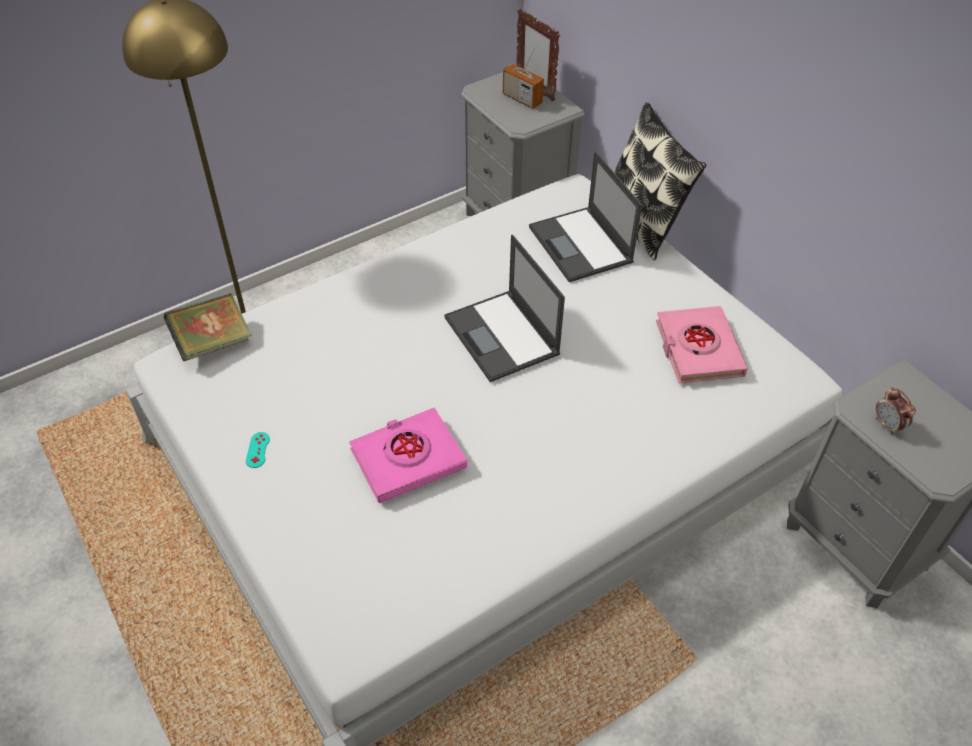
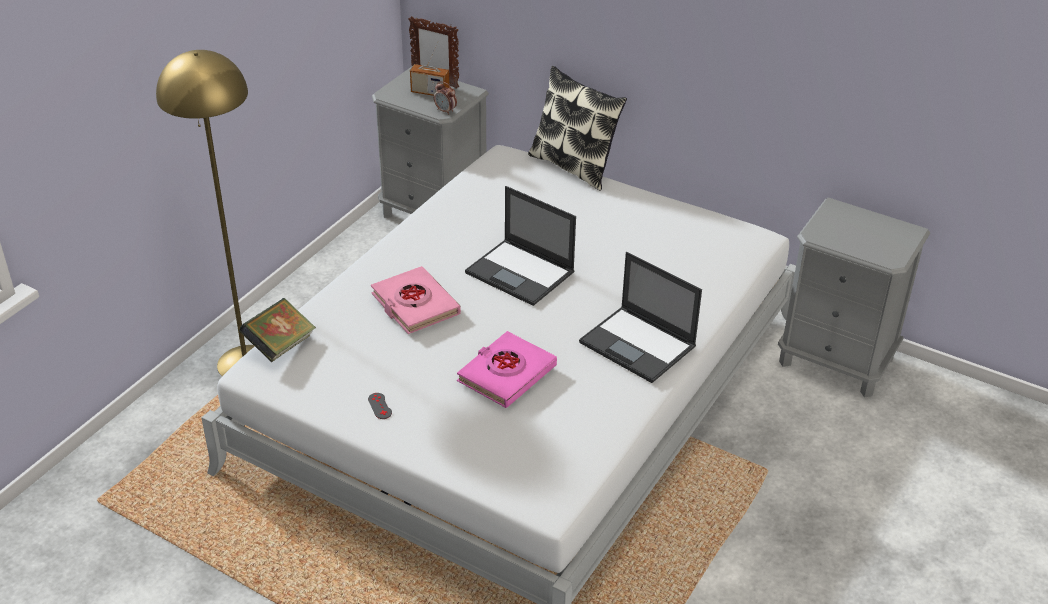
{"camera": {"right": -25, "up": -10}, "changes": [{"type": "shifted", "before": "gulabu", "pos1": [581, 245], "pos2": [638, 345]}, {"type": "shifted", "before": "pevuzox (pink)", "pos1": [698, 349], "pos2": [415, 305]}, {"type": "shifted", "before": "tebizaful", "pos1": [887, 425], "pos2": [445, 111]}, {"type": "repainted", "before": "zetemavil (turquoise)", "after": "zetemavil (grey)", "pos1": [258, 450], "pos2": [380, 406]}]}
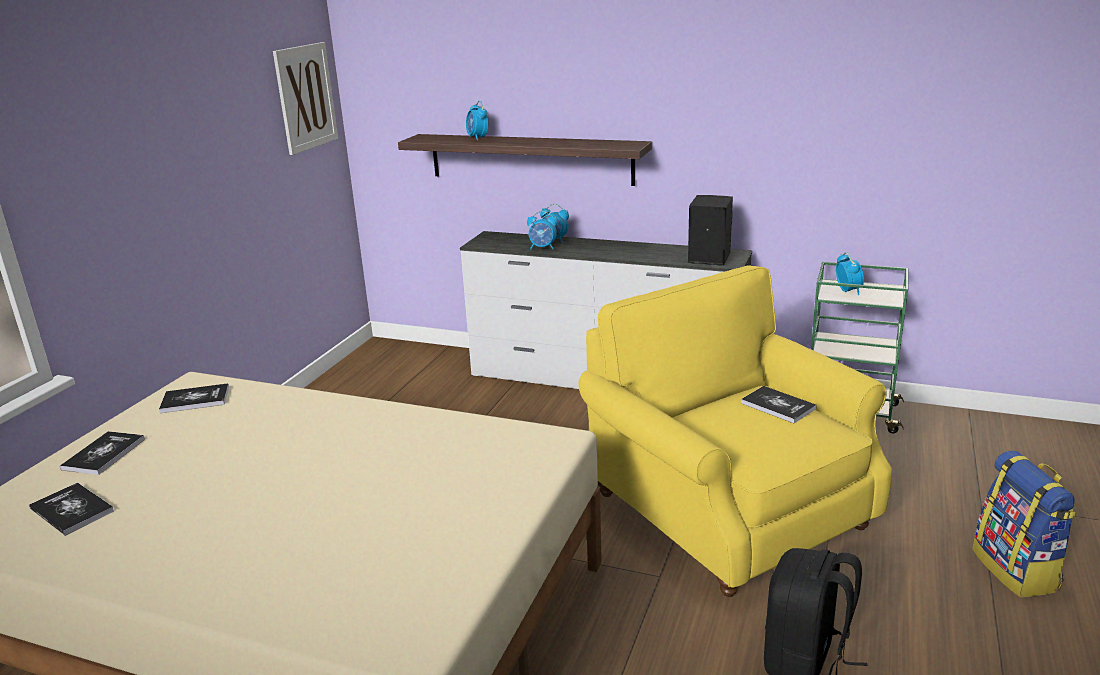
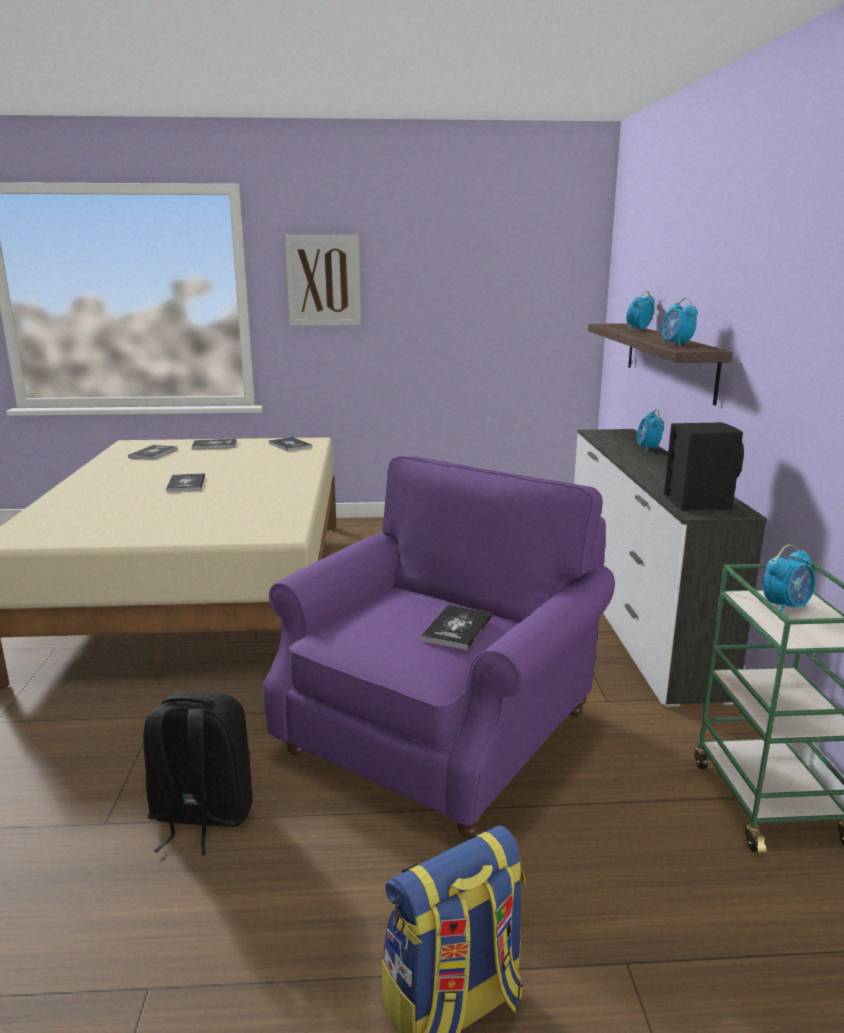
{"camera": {"right": 65, "up": -5}, "changes": [{"type": "new", "after": "pevuzox", "pos2": [186, 484]}, {"type": "shifted", "before": "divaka", "pos1": [306, 97], "pos2": [323, 280]}, {"type": "shifted", "before": "tebizaful", "pos1": [543, 248], "pos2": [676, 344]}, {"type": "repainted", "before": "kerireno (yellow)", "after": "kerireno (purple)", "pos1": [727, 510], "pos2": [441, 732]}]}
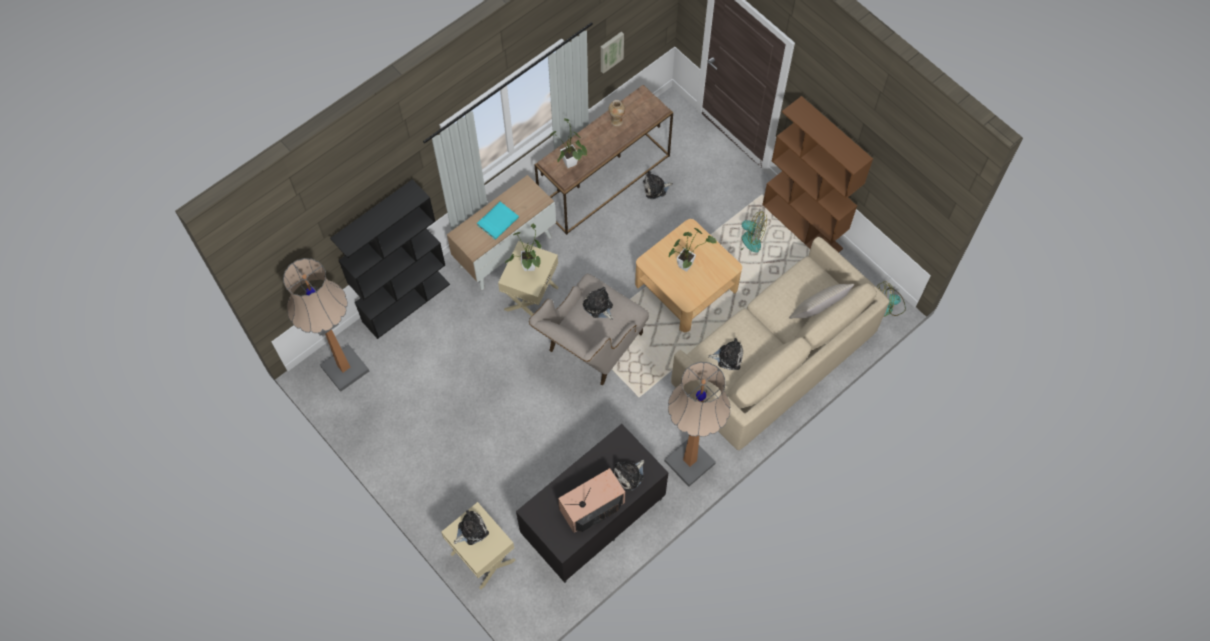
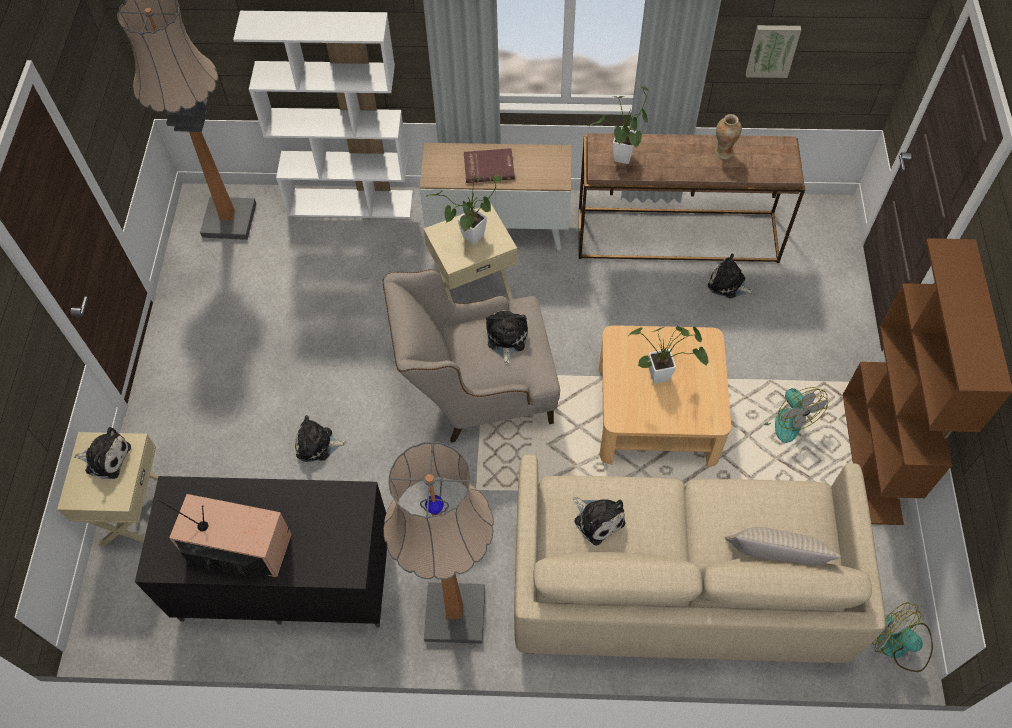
{"camera": {"right": 45, "up": -5}, "changes": [{"type": "shifted", "before": "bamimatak", "pos1": [629, 475], "pos2": [317, 445]}, {"type": "repainted", "before": "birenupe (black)", "after": "birenupe (white)", "pos1": [406, 302], "pos2": [351, 203]}, {"type": "repainted", "before": "pevuzox (turquoise)", "after": "pevuzox (red)", "pos1": [497, 221], "pos2": [489, 166]}]}
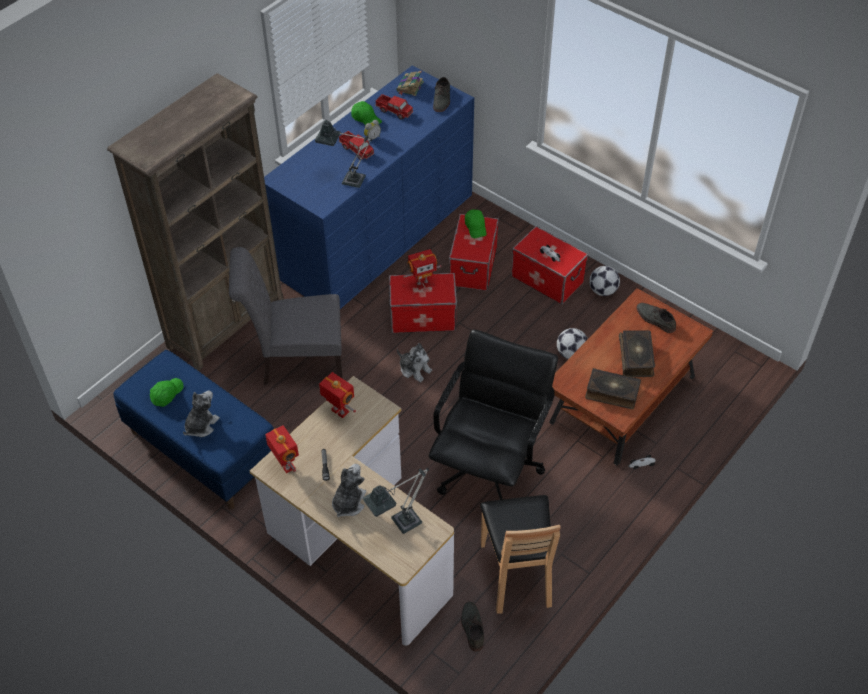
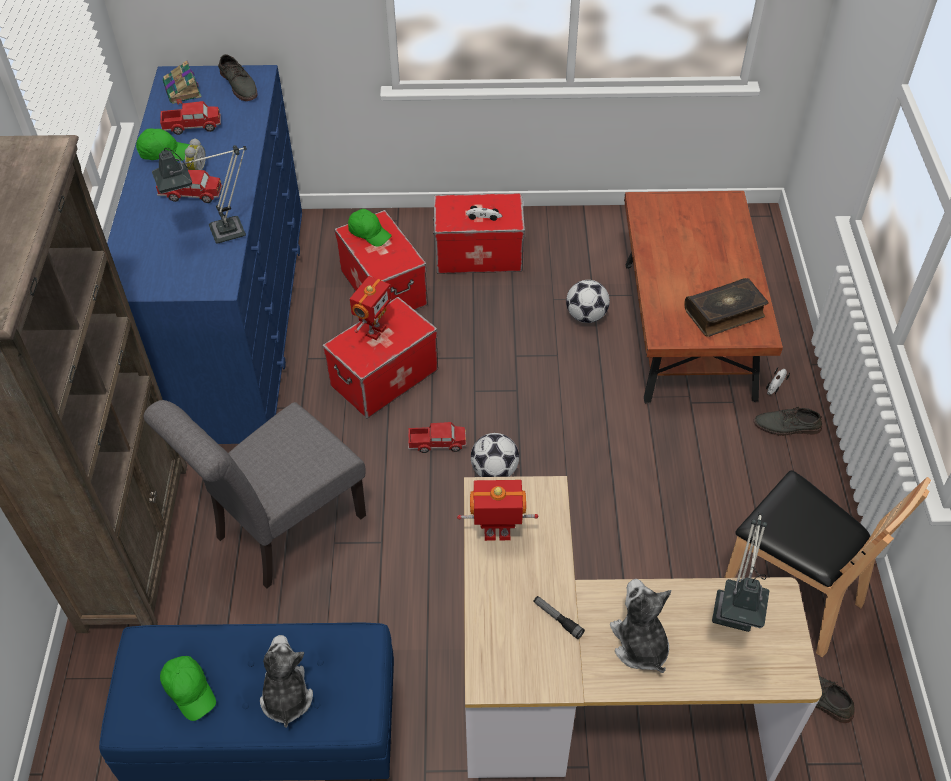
{"camera": {"right": -40, "up": 0}, "changes": [{"type": "gone", "before": "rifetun", "pos1": [286, 466]}, {"type": "gone", "before": "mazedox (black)", "pos1": [489, 468]}, {"type": "gone", "before": "pevuzox", "pos1": [636, 358]}, {"type": "shifted", "before": "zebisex", "pos1": [603, 291], "pos2": [494, 471]}, {"type": "shifted", "before": "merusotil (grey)", "pos1": [655, 319], "pos2": [787, 426]}, {"type": "swapped", "before": "bamimatak", "after": "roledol", "pos1": [414, 369], "pos2": [437, 443]}, {"type": "rotated", "before": "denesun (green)", "pos1": [166, 394], "pos2": [190, 690], "turn": 150}]}
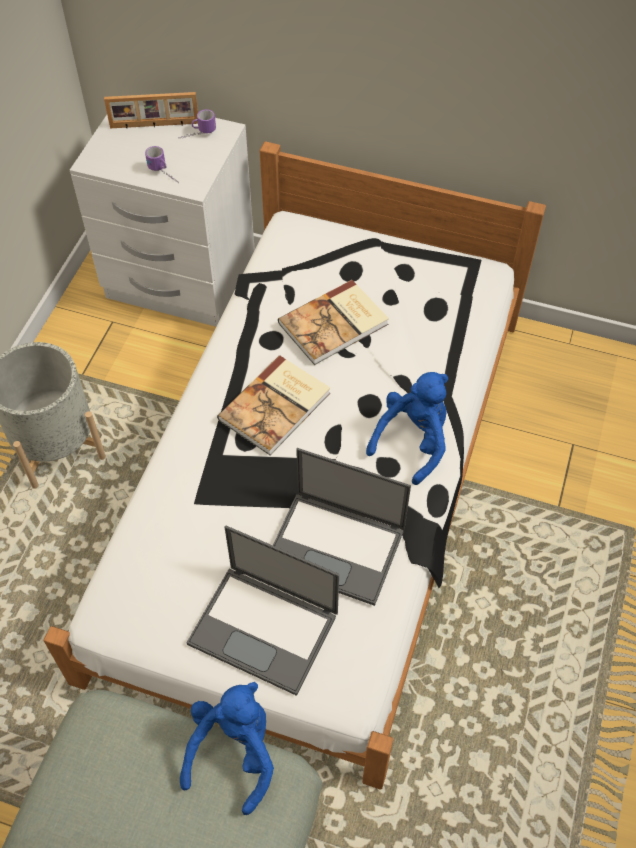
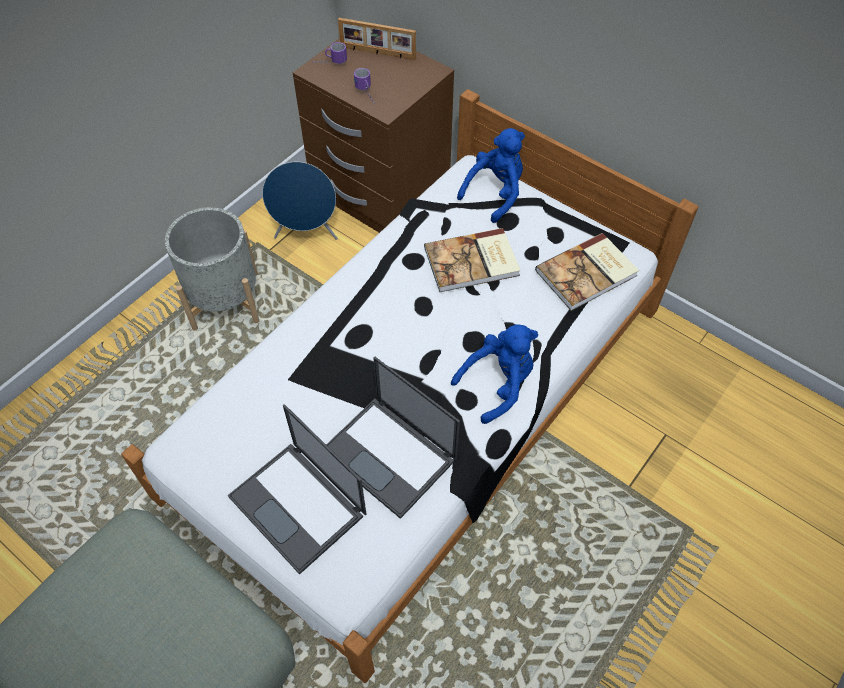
{"camera": {"right": 20, "up": 0}, "changes": [{"type": "new", "after": "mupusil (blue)", "pos2": [306, 233]}, {"type": "shifted", "before": "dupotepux", "pos1": [197, 135], "pos2": [330, 63]}, {"type": "shifted", "before": "bamimatak (blue)", "pos1": [234, 751], "pos2": [495, 193]}, {"type": "shifted", "before": "pevuzox", "pos1": [277, 407], "pos2": [588, 274]}, {"type": "repainted", "before": "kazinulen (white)", "after": "kazinulen (brown)", "pos1": [180, 280], "pos2": [379, 195]}]}
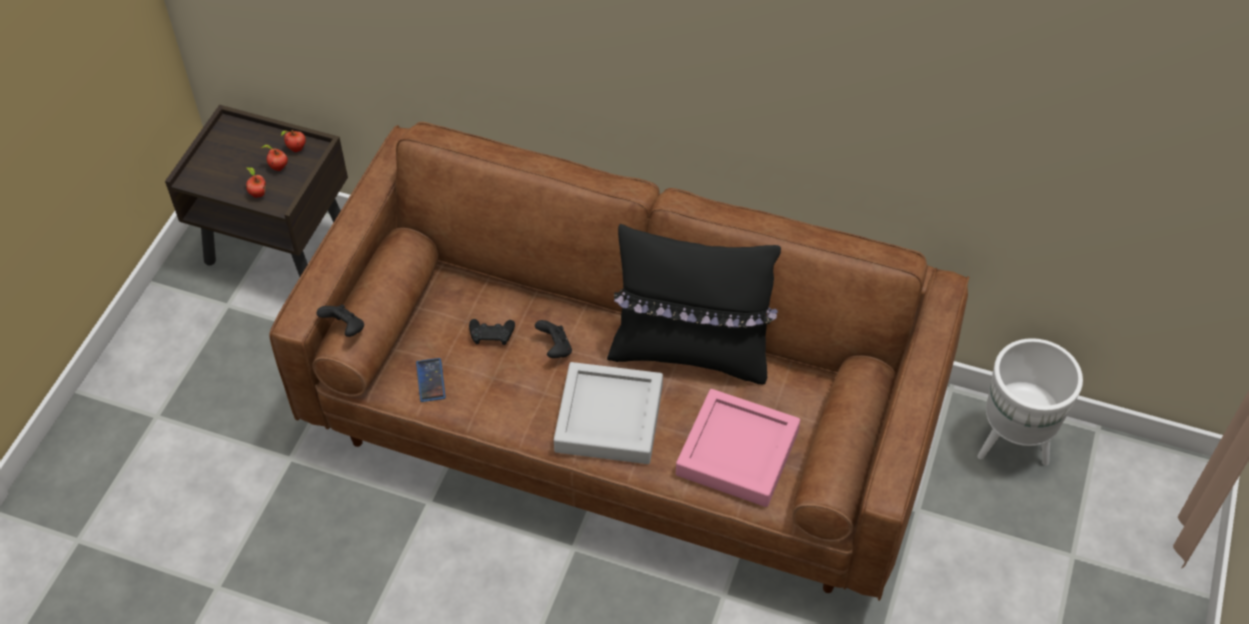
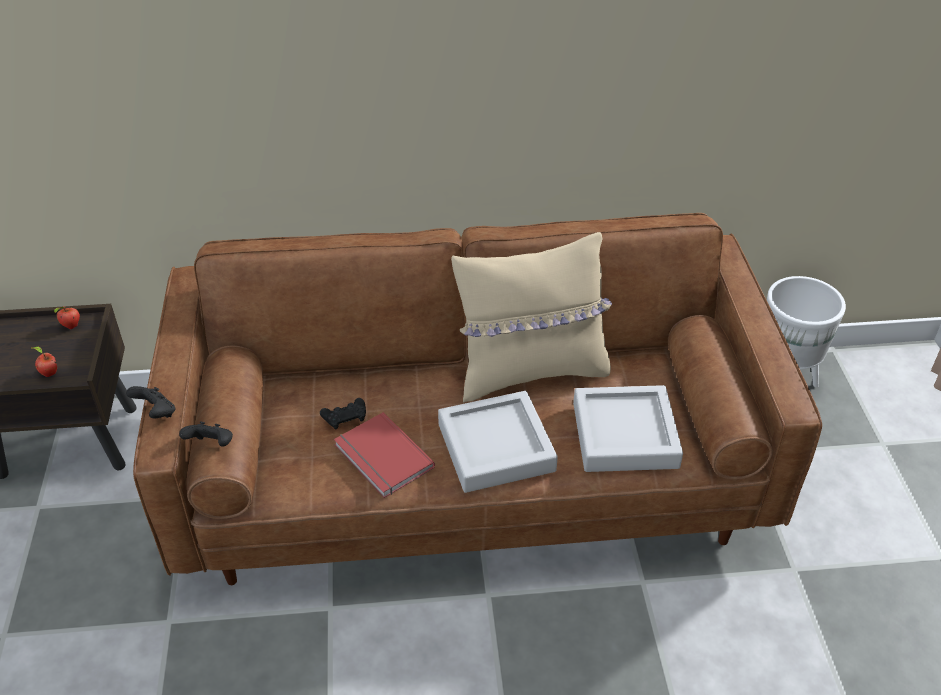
{"camera": {"right": -25, "up": -10}, "changes": [{"type": "gone", "before": "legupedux", "pos1": [277, 167]}, {"type": "gone", "before": "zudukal", "pos1": [430, 380]}, {"type": "new", "after": "pevuzox (red)", "pos2": [381, 458]}, {"type": "shifted", "before": "zetemavil (black)", "pos1": [555, 348], "pos2": [156, 413]}, {"type": "repainted", "before": "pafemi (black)", "after": "pafemi (beige)", "pos1": [691, 352], "pos2": [531, 372]}, {"type": "repainted", "before": "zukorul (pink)", "after": "zukorul (grey)", "pos1": [737, 453], "pos2": [624, 435]}]}
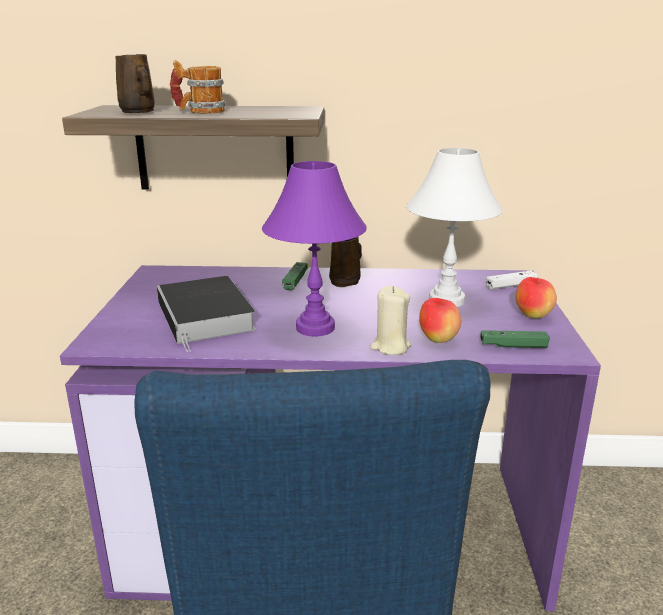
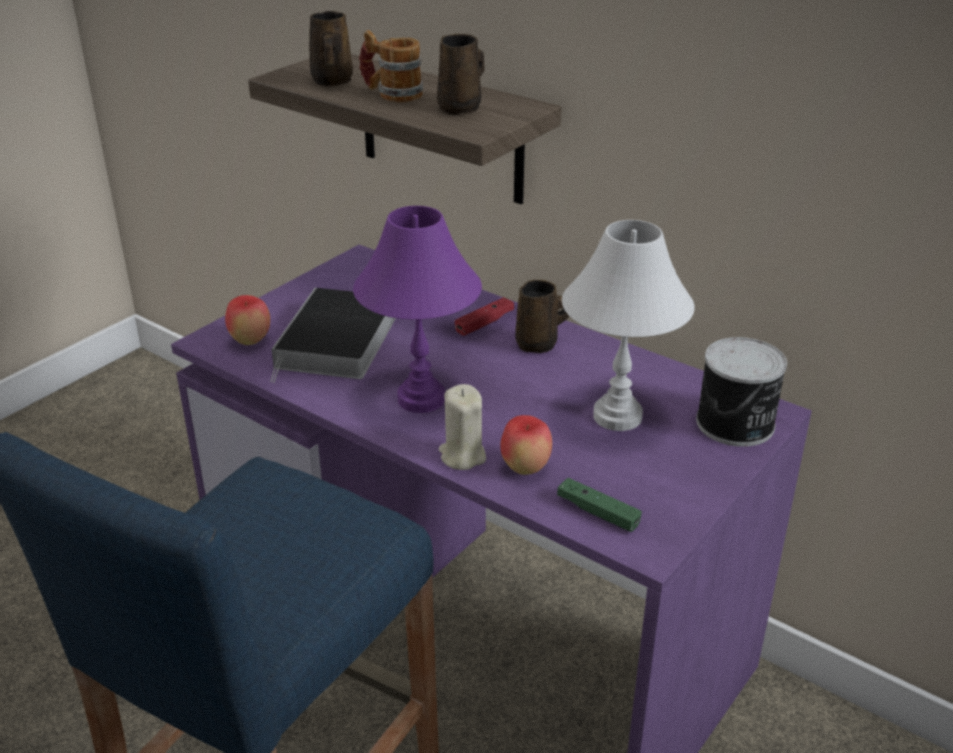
{"camera": {"right": 35, "up": 10}, "changes": [{"type": "new", "after": "dupotepux (brown)", "pos2": [461, 107]}, {"type": "shifted", "before": "legupedux", "pos1": [533, 316], "pos2": [250, 341]}, {"type": "swapped", "before": "zetemavil (white)", "after": "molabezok", "pos1": [511, 285], "pos2": [736, 424]}, {"type": "repainted", "before": "zetemavil (green)", "after": "zetemavil (red)", "pos1": [295, 281], "pos2": [484, 323]}]}
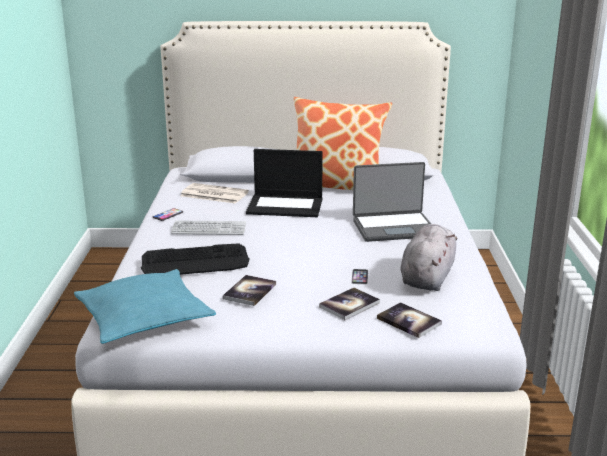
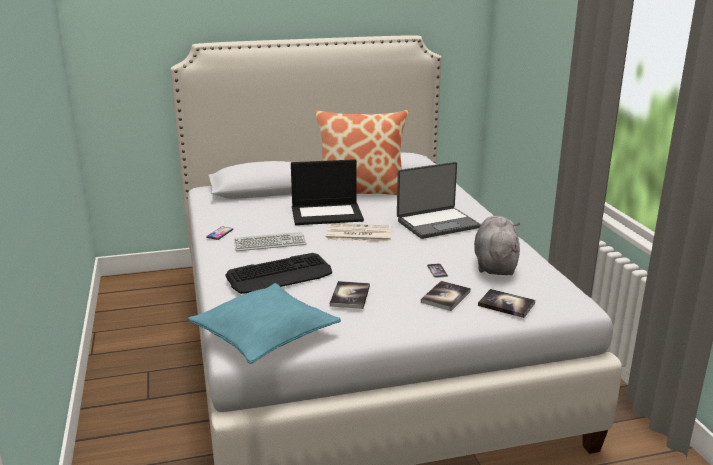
{"camera": {"right": -15, "up": 0}, "changes": [{"type": "shifted", "before": "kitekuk", "pos1": [213, 194], "pos2": [357, 234]}]}
